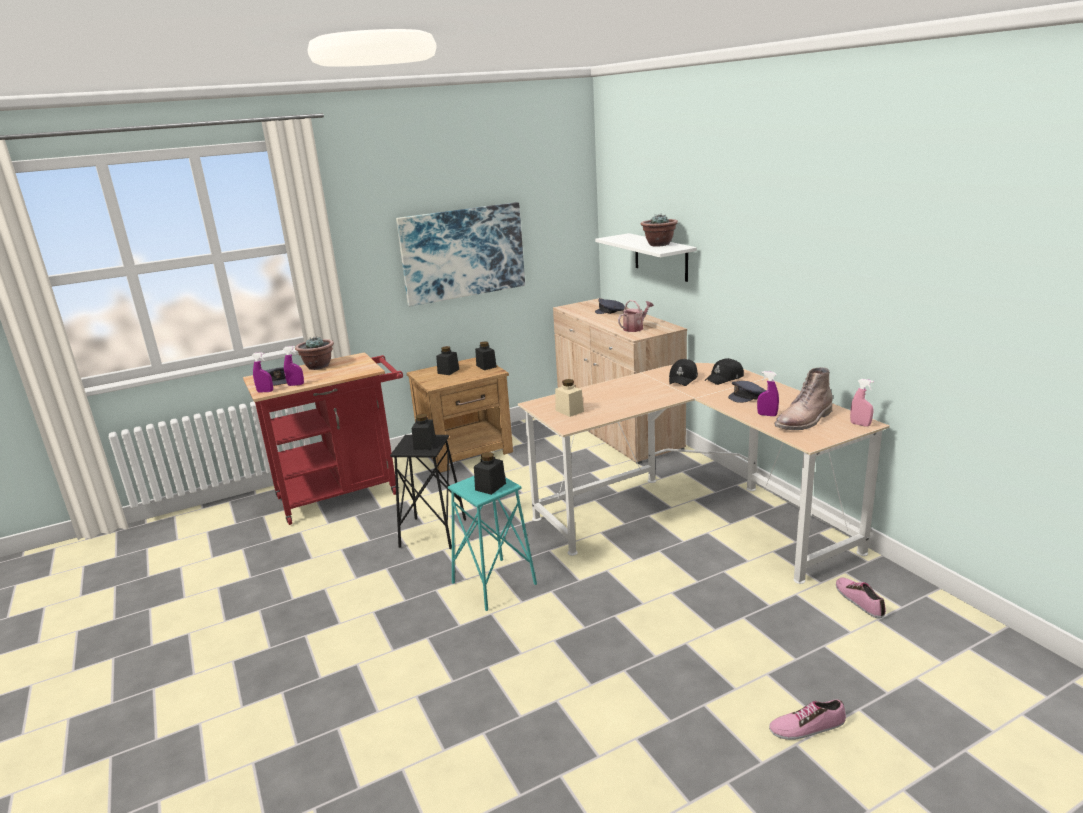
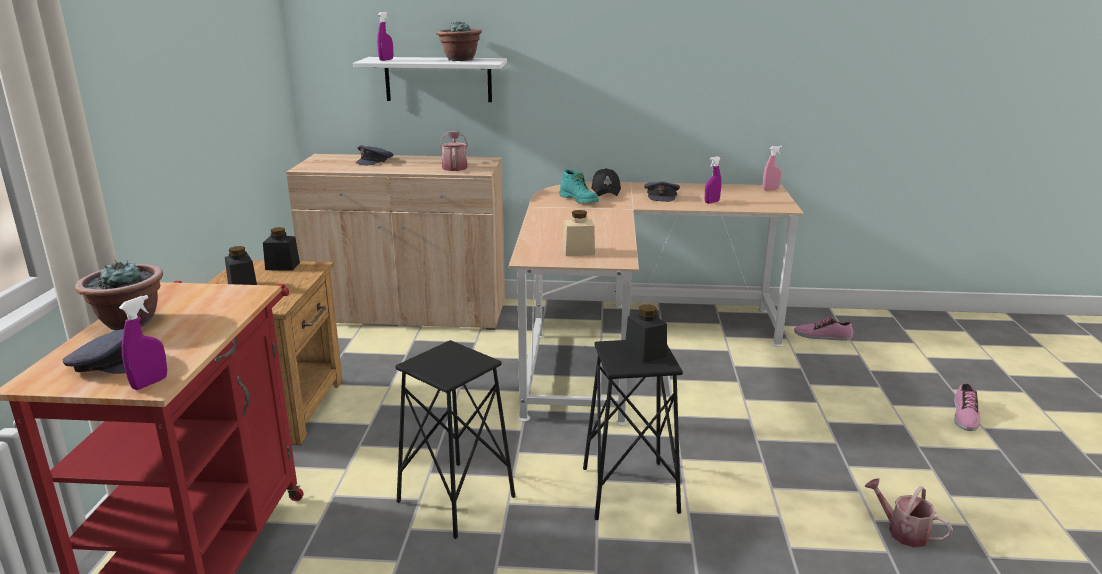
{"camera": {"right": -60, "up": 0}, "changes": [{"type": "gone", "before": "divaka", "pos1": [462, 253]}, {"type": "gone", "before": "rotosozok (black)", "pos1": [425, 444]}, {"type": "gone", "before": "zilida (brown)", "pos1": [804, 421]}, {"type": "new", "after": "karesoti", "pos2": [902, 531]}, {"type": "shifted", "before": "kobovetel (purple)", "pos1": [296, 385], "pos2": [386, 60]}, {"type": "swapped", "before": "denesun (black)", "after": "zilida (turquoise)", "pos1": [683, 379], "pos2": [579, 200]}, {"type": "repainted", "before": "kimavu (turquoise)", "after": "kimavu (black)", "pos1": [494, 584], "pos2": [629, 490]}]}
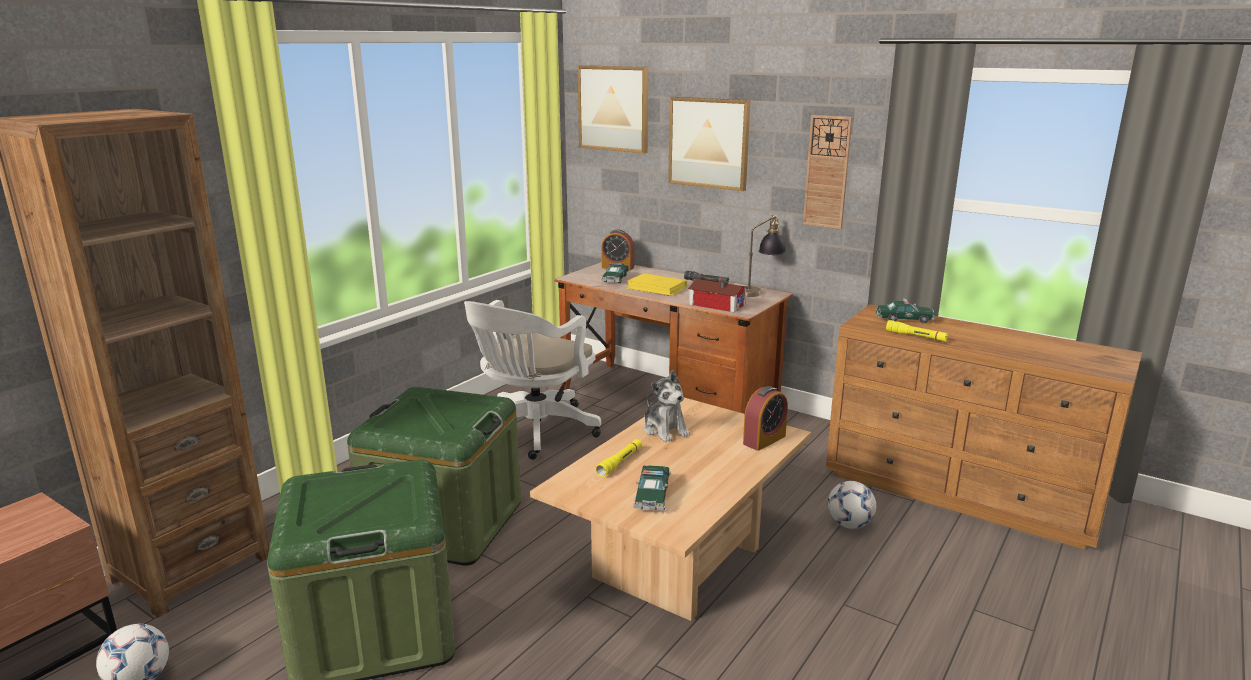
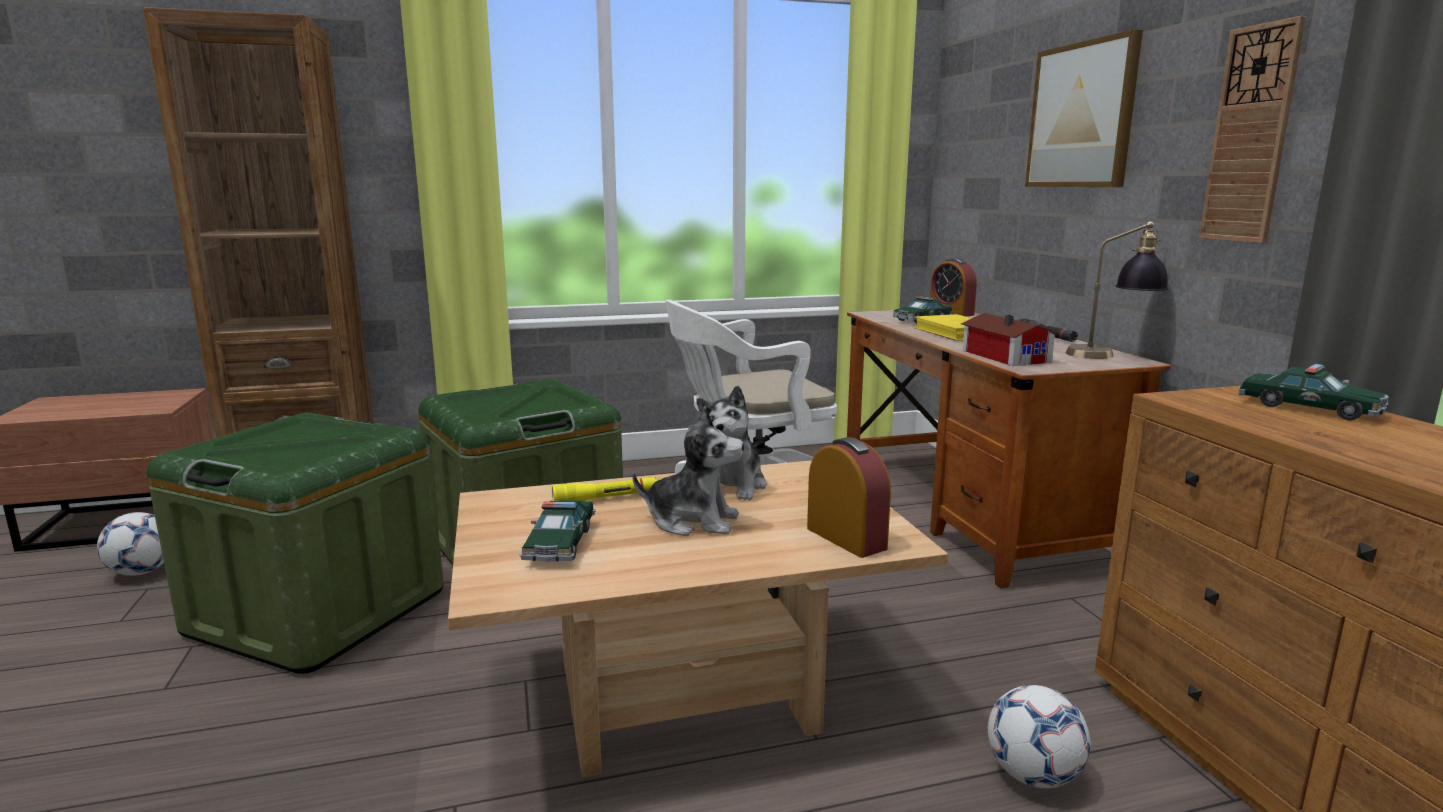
{"camera": {"right": 40, "up": -5}, "changes": [{"type": "gone", "before": "divaka", "pos1": [614, 108]}, {"type": "gone", "before": "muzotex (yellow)", "pos1": [916, 336]}, {"type": "new", "after": "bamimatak", "pos2": [692, 521]}, {"type": "rotated", "before": "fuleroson", "pos1": [652, 495], "pos2": [560, 543], "turn": -45}, {"type": "rotated", "before": "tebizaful", "pos1": [764, 440], "pos2": [846, 538], "turn": -120}]}
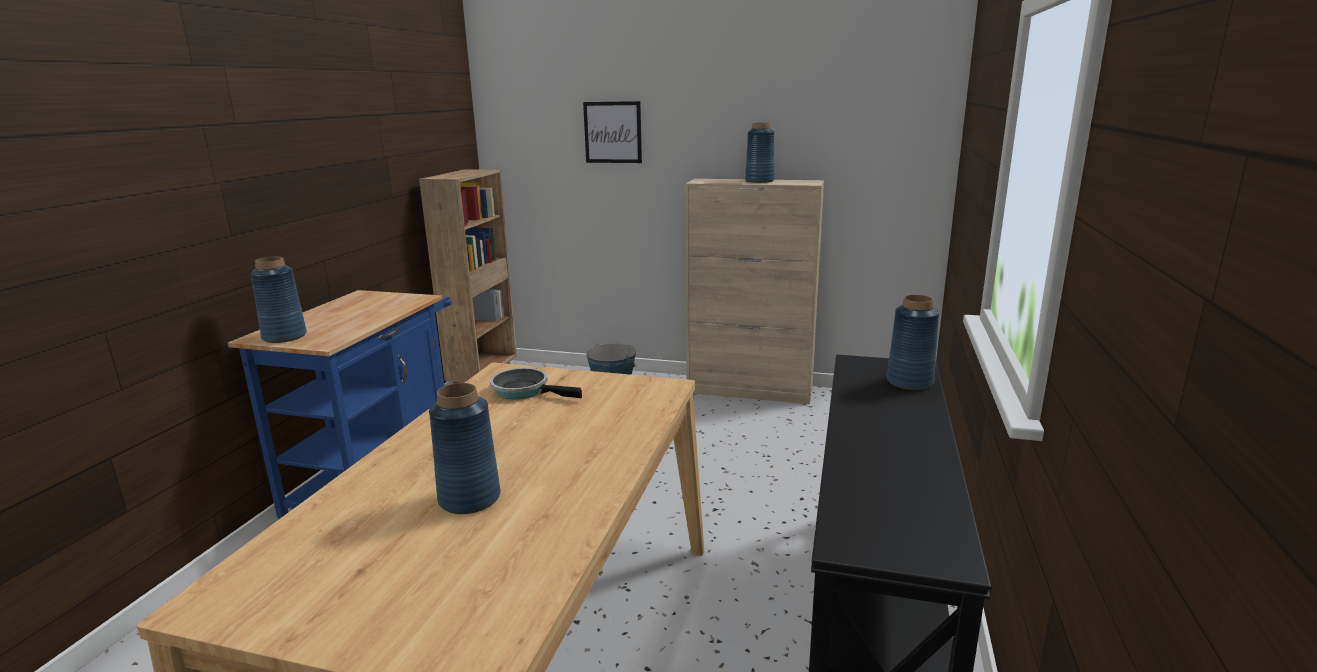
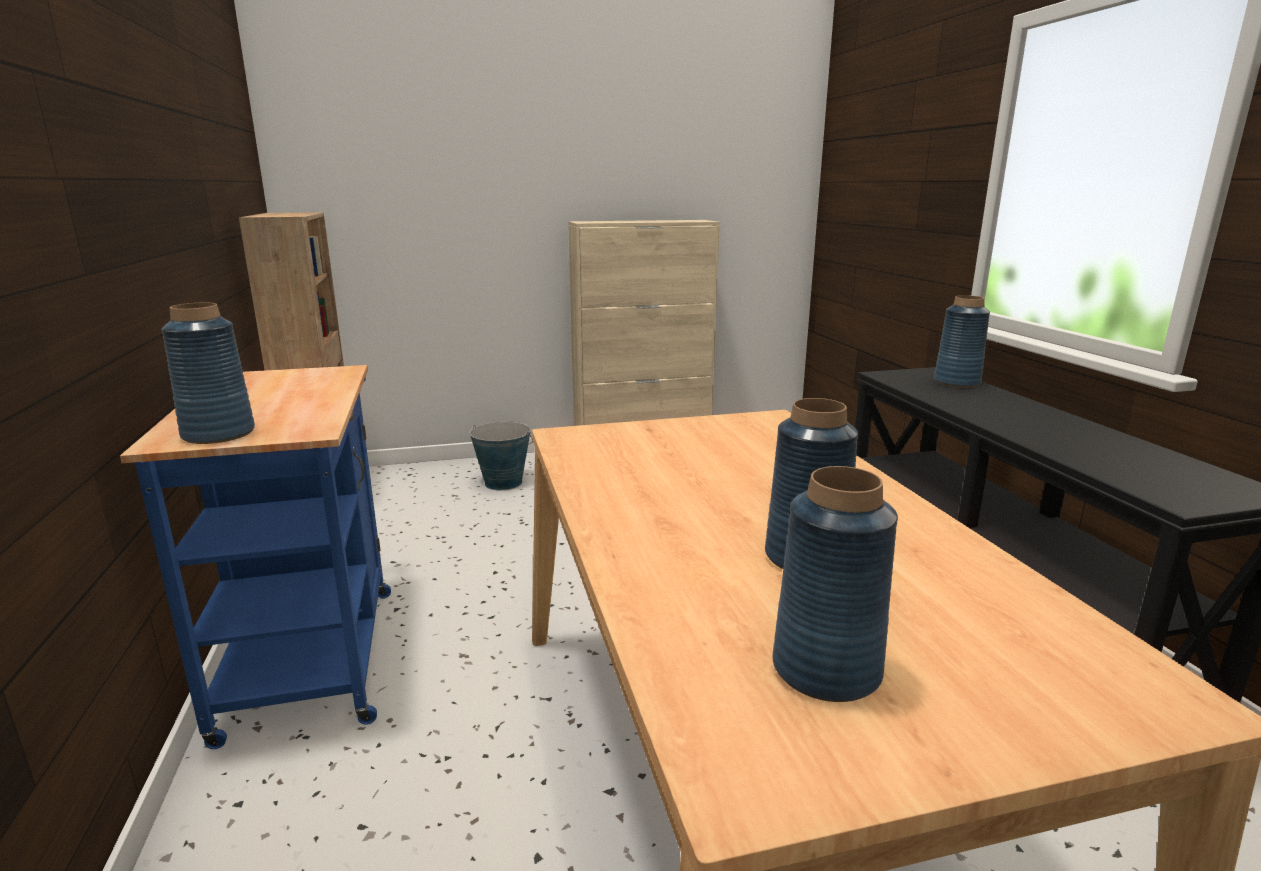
{"camera": {"right": -30, "up": 0}, "changes": [{"type": "gone", "before": "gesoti", "pos1": [525, 390]}, {"type": "gone", "before": "divaka", "pos1": [613, 132]}, {"type": "shifted", "before": "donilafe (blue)", "pos1": [759, 181], "pos2": [825, 669]}]}
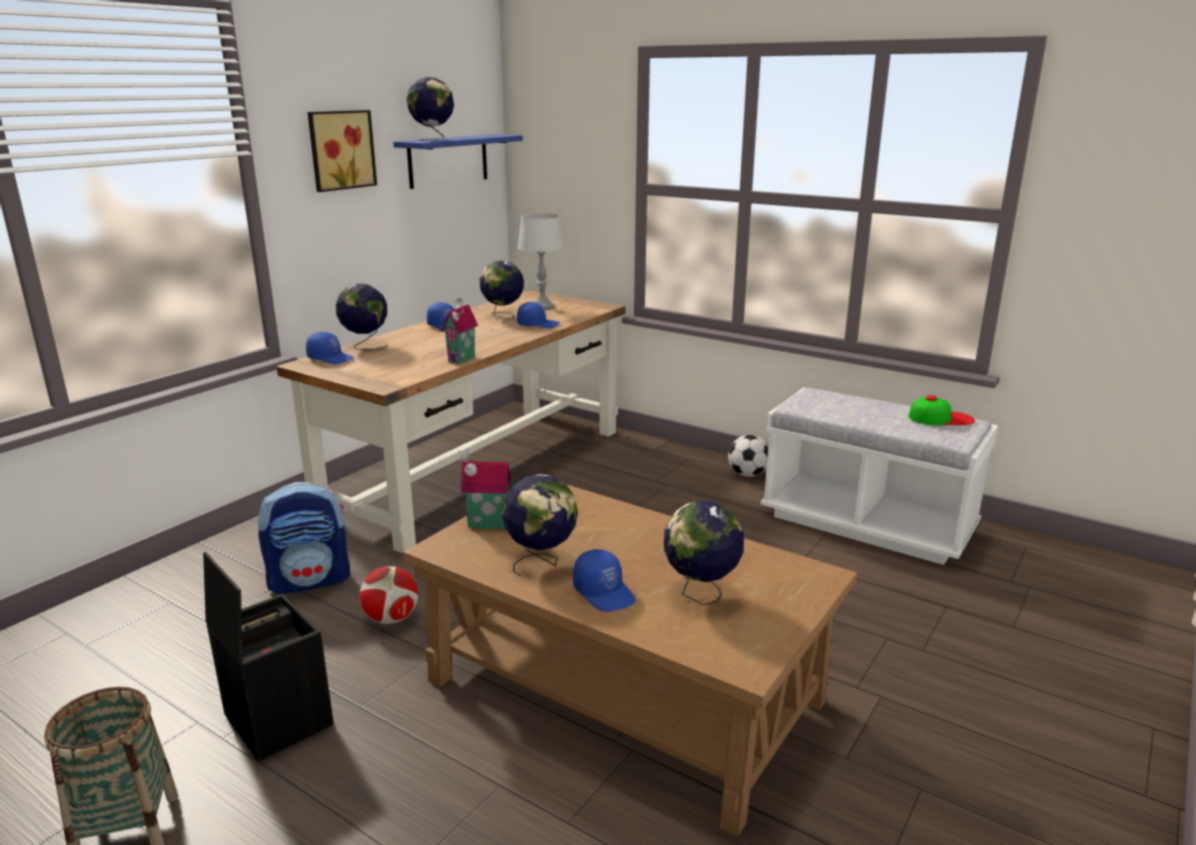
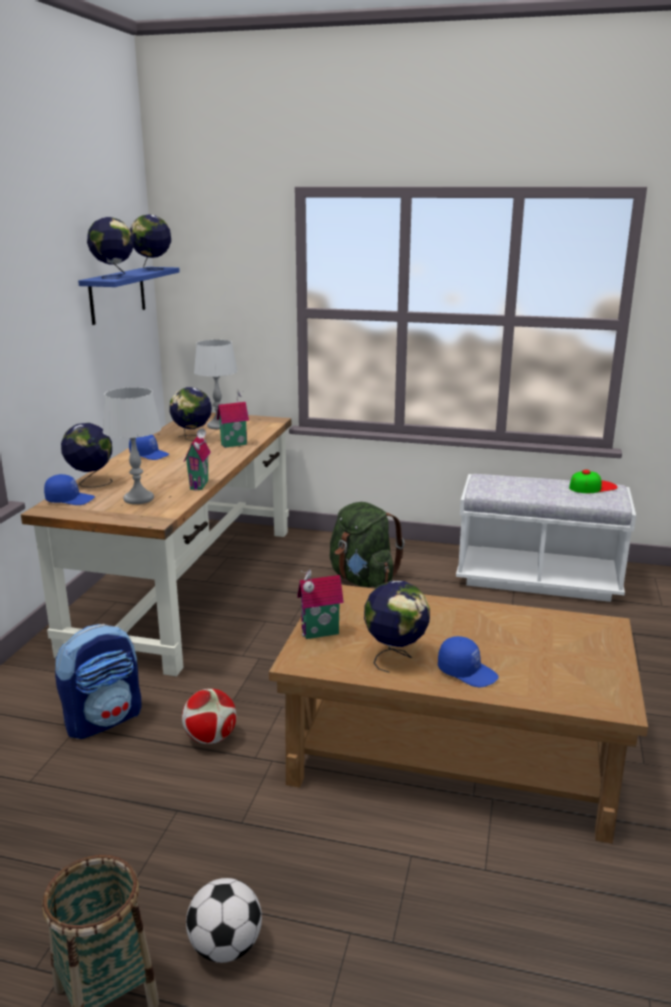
{"camera": {"right": -20, "up": 0}, "changes": [{"type": "gone", "before": "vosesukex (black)", "pos1": [276, 719]}, {"type": "gone", "before": "divaka", "pos1": [340, 150]}, {"type": "new", "after": "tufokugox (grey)", "pos2": [139, 499]}, {"type": "new", "after": "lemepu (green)", "pos2": [362, 579]}, {"type": "shifted", "before": "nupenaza", "pos1": [700, 594], "pos2": [153, 269]}, {"type": "shifted", "before": "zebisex", "pos1": [748, 474], "pos2": [226, 946]}, {"type": "swapped", "before": "denesun (blue)", "after": "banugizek", "pos1": [538, 325], "pos2": [233, 444]}]}
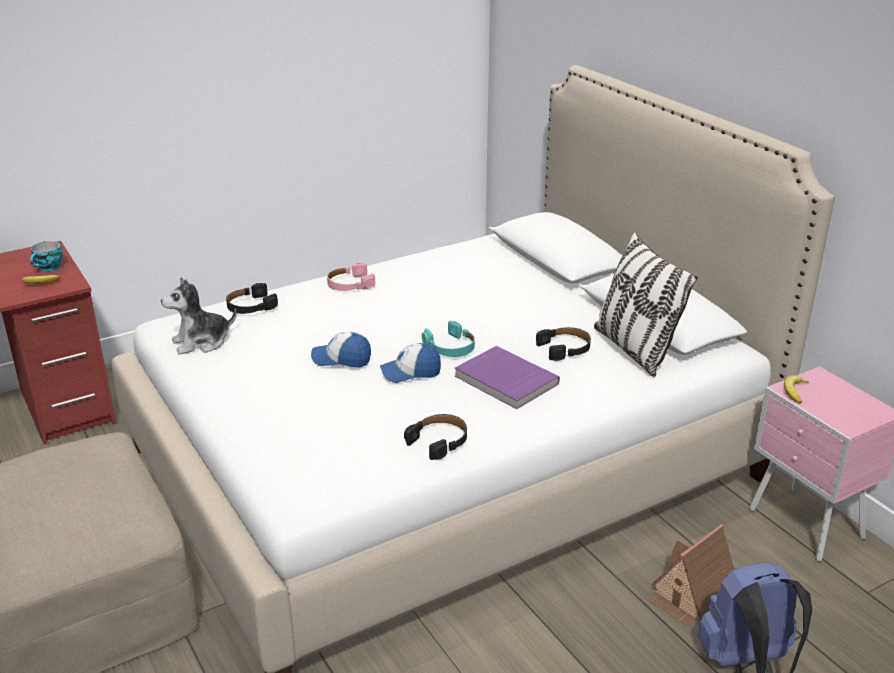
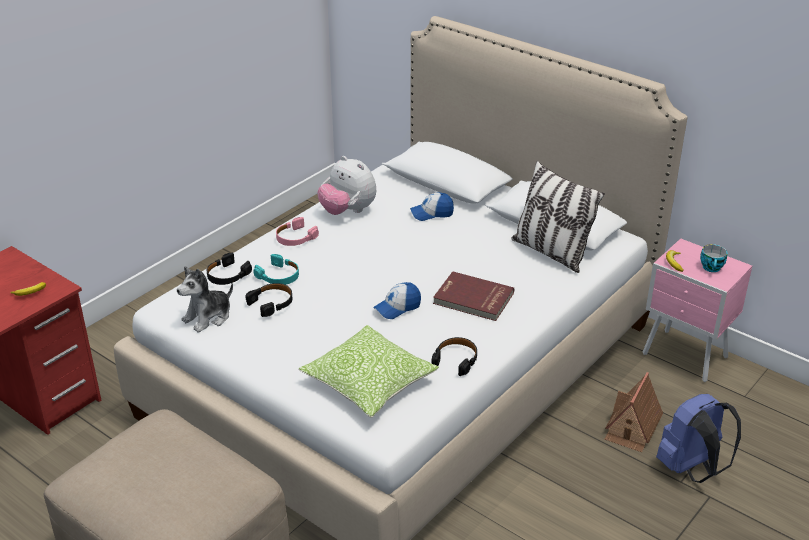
{"camera": {"right": -20, "up": 5}, "changes": [{"type": "new", "after": "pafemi", "pos2": [369, 383]}, {"type": "new", "after": "bamimatak", "pos2": [348, 211]}, {"type": "shifted", "before": "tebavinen", "pos1": [49, 268], "pos2": [712, 268]}, {"type": "shifted", "before": "denesun", "pos1": [341, 359], "pos2": [432, 213]}, {"type": "shifted", "before": "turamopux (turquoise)", "pos1": [450, 347], "pos2": [279, 276]}, {"type": "shifted", "before": "turamopux (black)", "pos1": [565, 348], "pos2": [271, 303]}, {"type": "repainted", "before": "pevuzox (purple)", "after": "pevuzox (red)", "pos1": [505, 381], "pos2": [473, 299]}]}
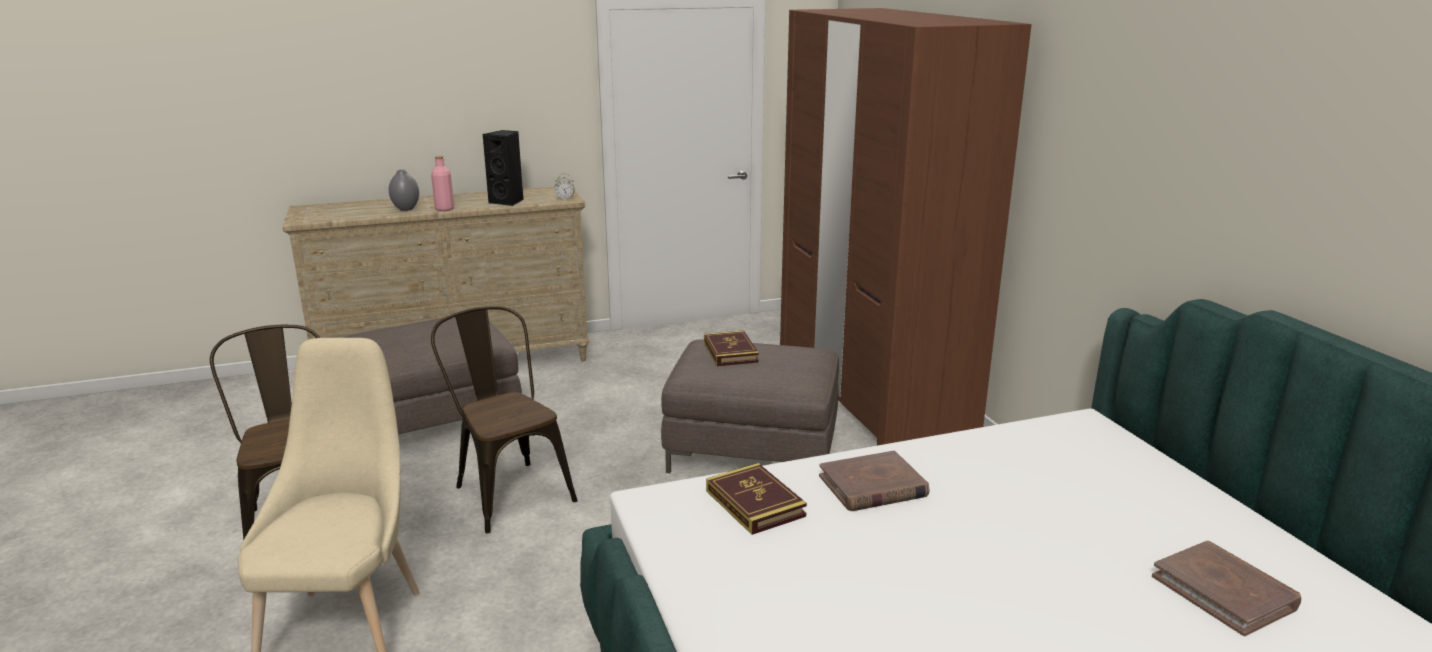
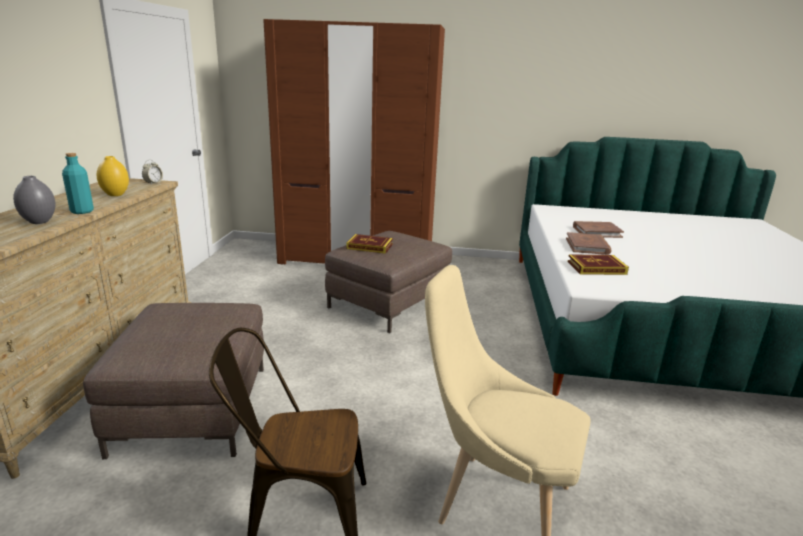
{"camera": {"right": -65, "up": 0}, "changes": [{"type": "gone", "before": "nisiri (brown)", "pos1": [508, 490]}, {"type": "shifted", "before": "pevuzox (brown)", "pos1": [1224, 591], "pos2": [597, 232]}, {"type": "swapped", "before": "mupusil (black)", "after": "donilafe (yellow)", "pos1": [508, 202], "pos2": [116, 194]}, {"type": "repainted", "before": "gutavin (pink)", "after": "gutavin (turquoise)", "pos1": [444, 209], "pos2": [82, 211]}]}
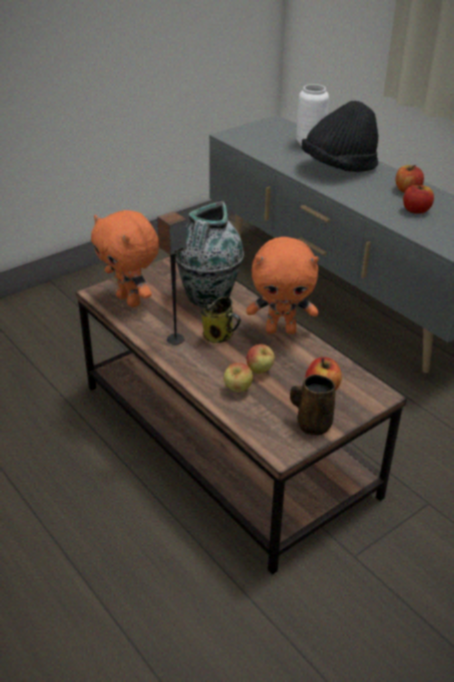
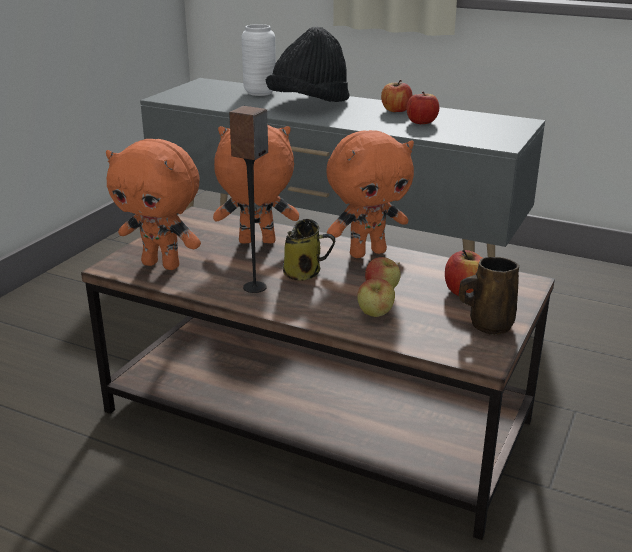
{"camera": {"right": -25, "up": -10}, "changes": [{"type": "swapped", "before": "donilafe", "after": "bamimatak (orange)", "pos1": [208, 297], "pos2": [256, 242]}]}
